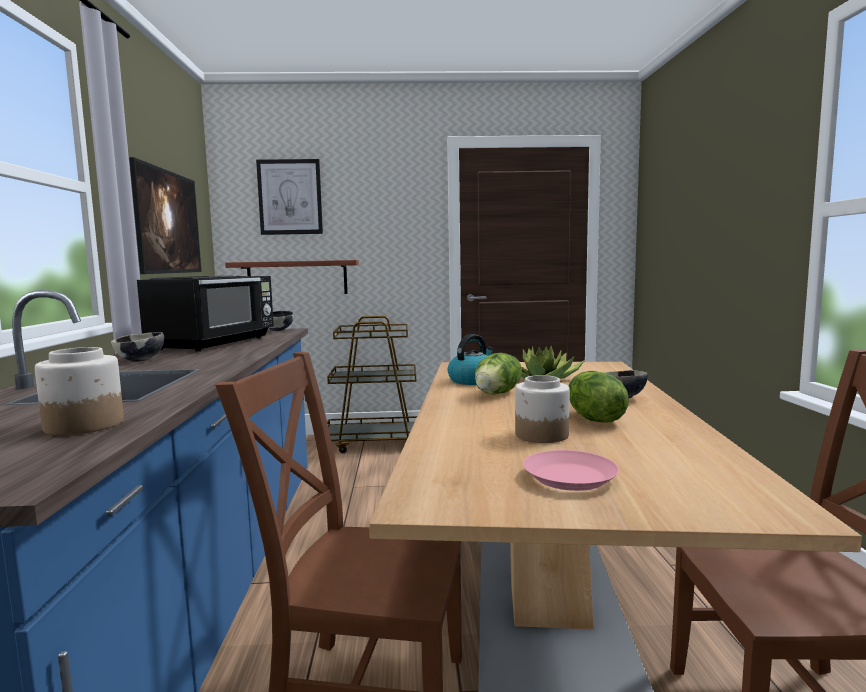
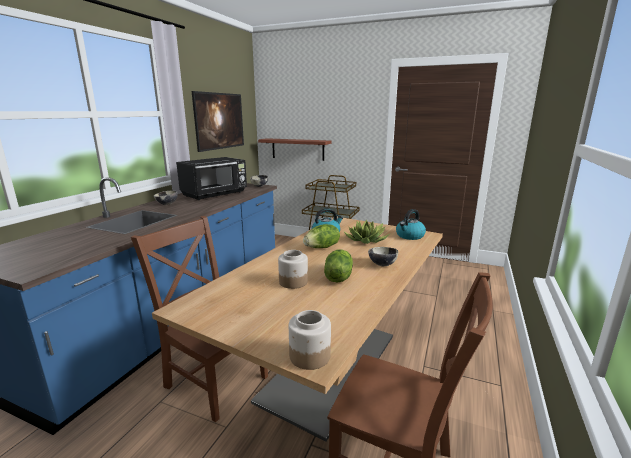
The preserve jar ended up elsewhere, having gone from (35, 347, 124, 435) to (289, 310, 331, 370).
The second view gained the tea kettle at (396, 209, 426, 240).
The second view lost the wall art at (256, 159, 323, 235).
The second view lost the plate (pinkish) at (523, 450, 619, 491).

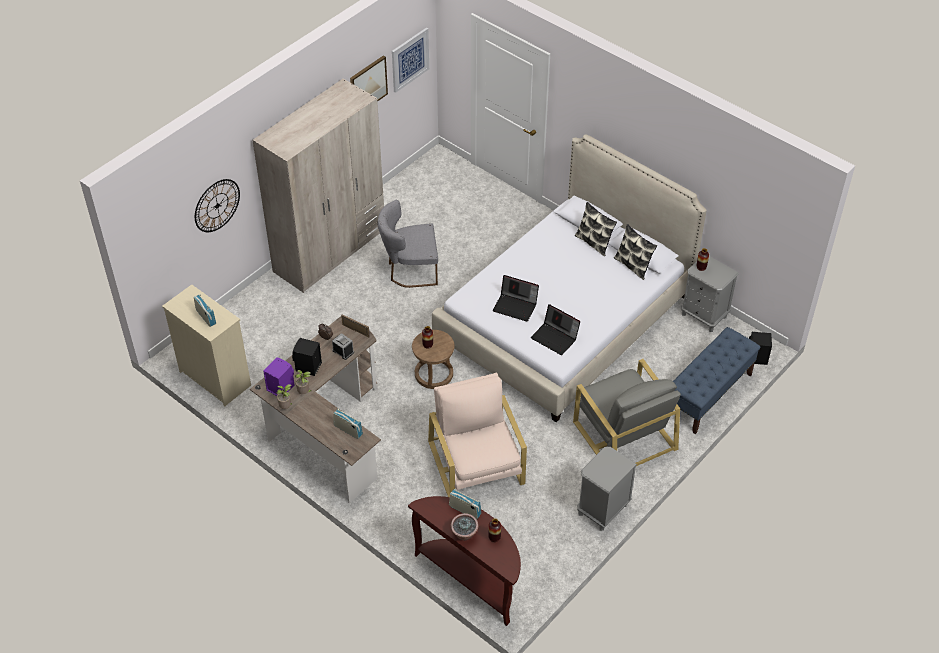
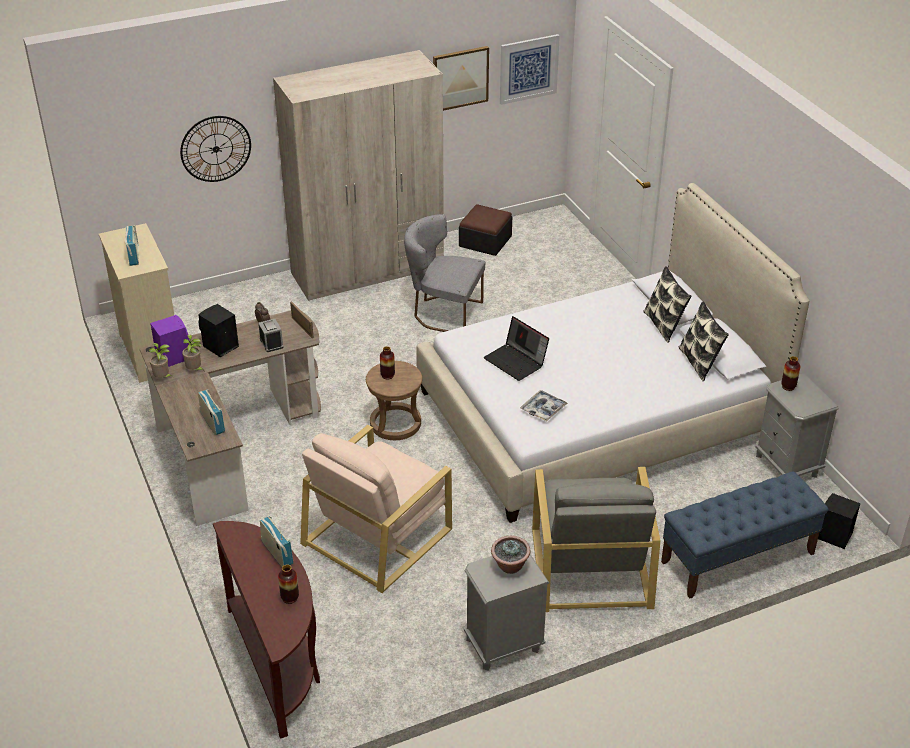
The lounge chair (beige-coloured) at (428, 373, 527, 497) ended up facing another way, 150 degrees counterclockwise from before.
The second view gained the pouffe at (459, 204, 512, 256).
The potted plant ended up elsewhere, having gone from (451, 513, 479, 540) to (491, 536, 530, 574).
Where the portable computer stood at (531, 304, 580, 355), the serving tray came to stand at (520, 390, 568, 421).

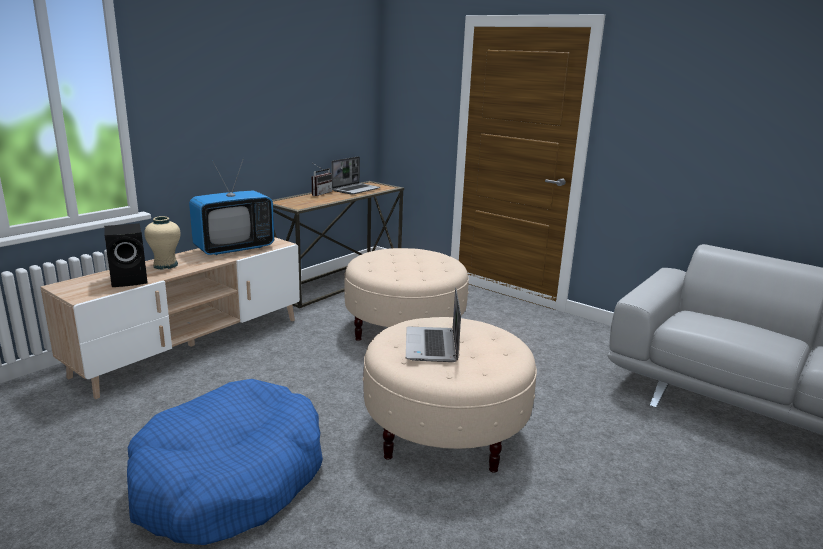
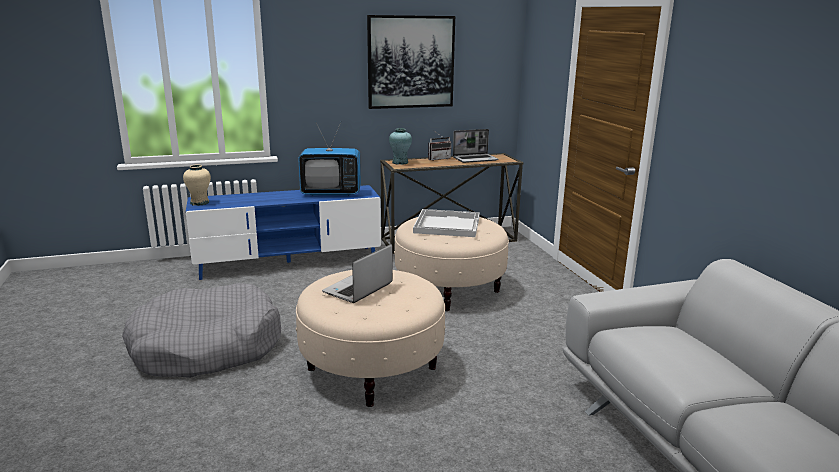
What was the dog bed (bluish) at (127, 379, 323, 545) turned into the dog bed (greyish) at (122, 283, 281, 378).
The flower vase (beige-coloured) ended up elsewhere, having gone from (144, 216, 181, 270) to (183, 164, 211, 206).
What was the media console (beige-coloured) at (40, 237, 300, 399) turned into the media console (bluish) at (186, 185, 381, 280).
The second view gained the wall art at (367, 15, 455, 109).
The second view gained the flower vase (turquoise-coloured) at (389, 128, 412, 165).
The second view gained the serving tray (white-coloured) at (413, 209, 480, 237).
The second view lost the audio speaker (black-coloured) at (104, 223, 148, 287).

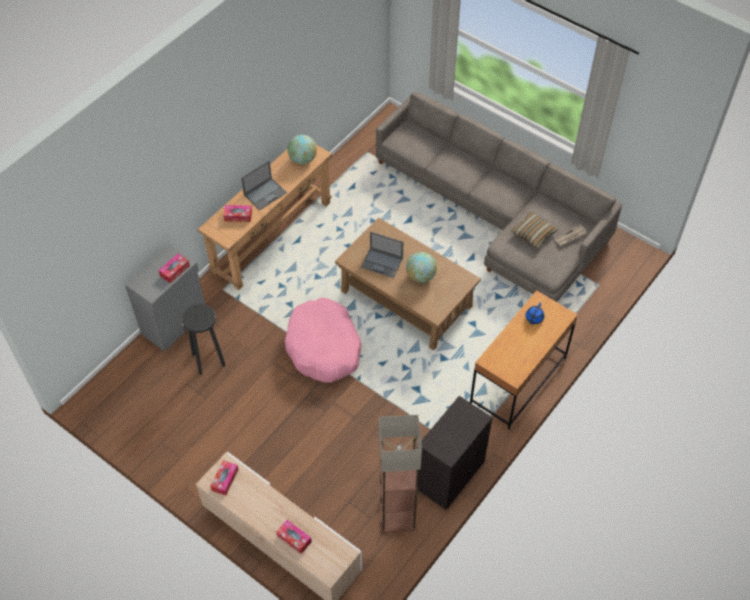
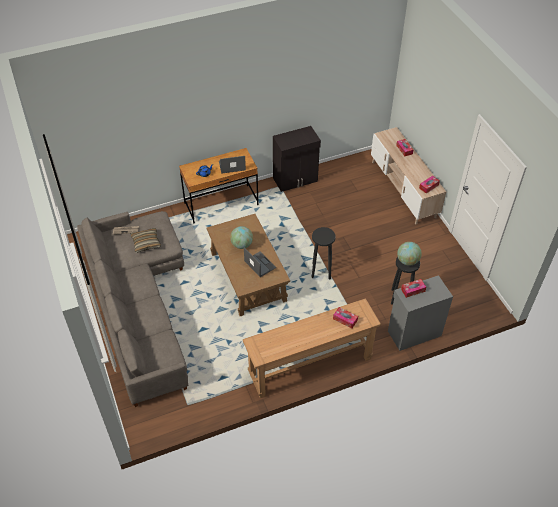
The portable computer ended up elsewhere, having gone from (241, 161, 287, 210) to (219, 156, 246, 174).
Where the dog bed (pinkish) stood at (285, 298, 362, 383), the stool (black-coloured) came to stand at (311, 227, 336, 279).
The globe ended up elsewhere, having gone from (288, 135, 317, 164) to (397, 242, 422, 266).
The second view lost the standard lamp at (379, 415, 422, 533).

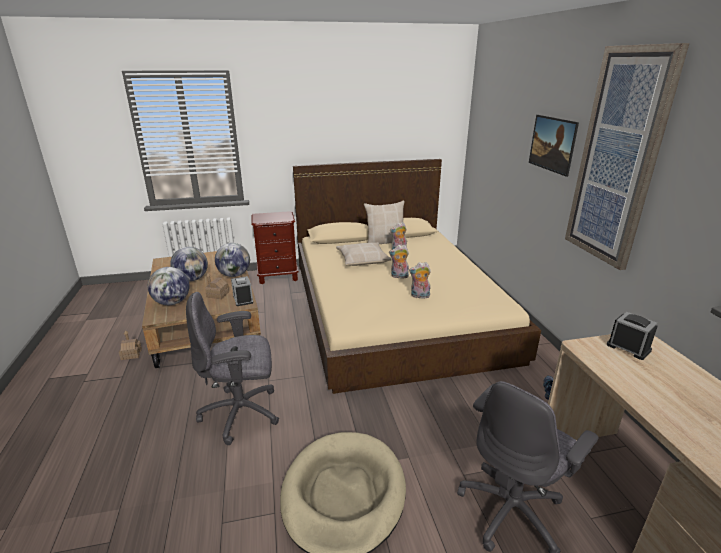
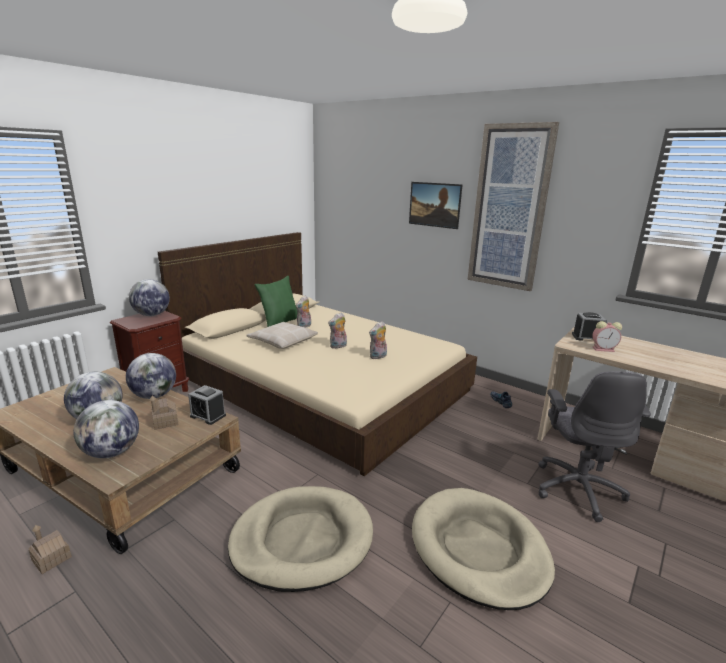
The second view gained the globe at (129, 279, 170, 316).
Where the computer chair (greyish) stood at (186, 292, 279, 445), the dog bed (beige-coloured) came to stand at (228, 486, 373, 592).
What was the cushion (beige-coloured) at (364, 200, 407, 244) turned into the cushion (greenish) at (255, 276, 297, 327).
The second view gained the bedside clock at (592, 321, 622, 352).

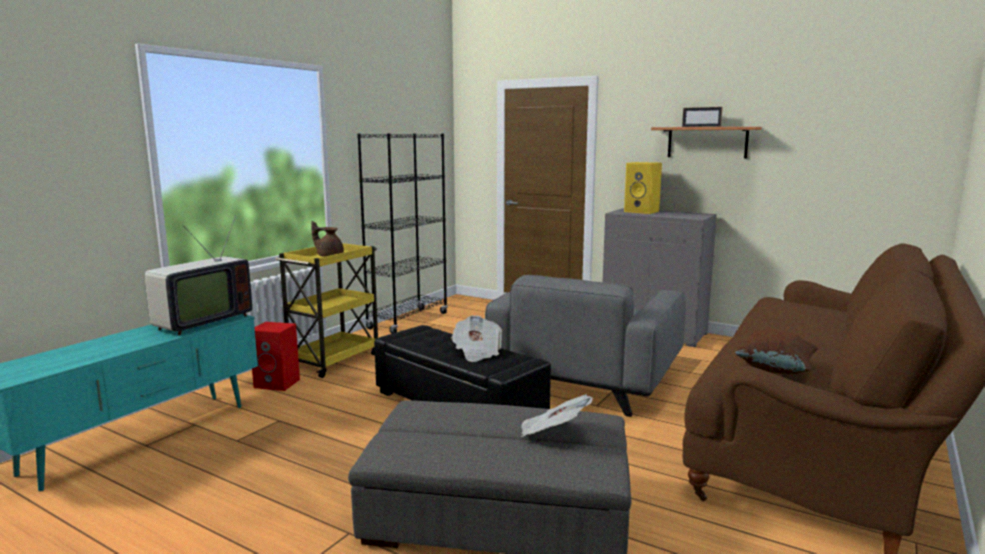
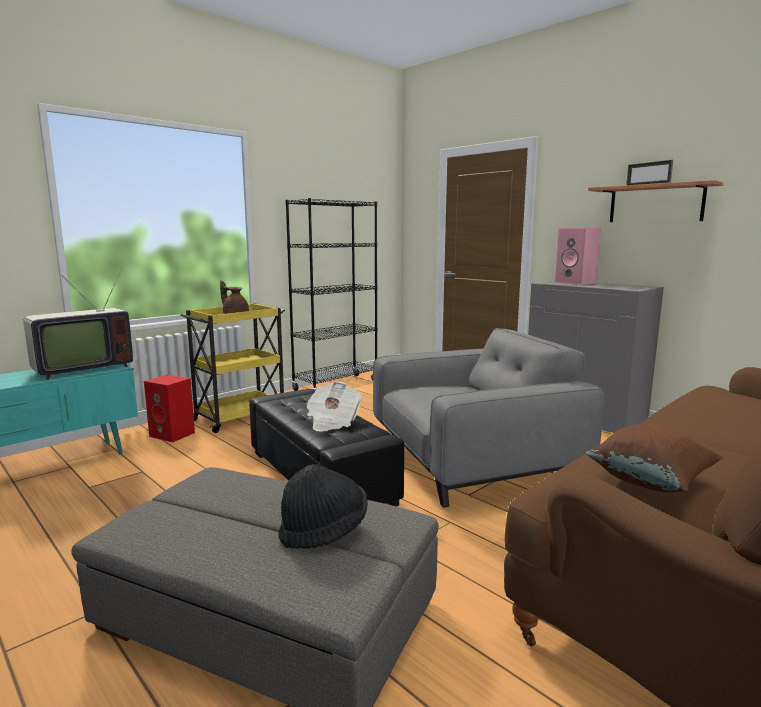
Where the newspaper stood at (521, 394, 593, 437), the hat (black-coloured) came to stand at (278, 464, 367, 549).
The lounge chair (greyish) at (485, 275, 686, 417) ended up facing another way, 150 degrees counterclockwise from before.
What was the audio speaker (yellow-coloured) at (624, 162, 662, 214) turned into the audio speaker (pinkish) at (554, 228, 601, 285).

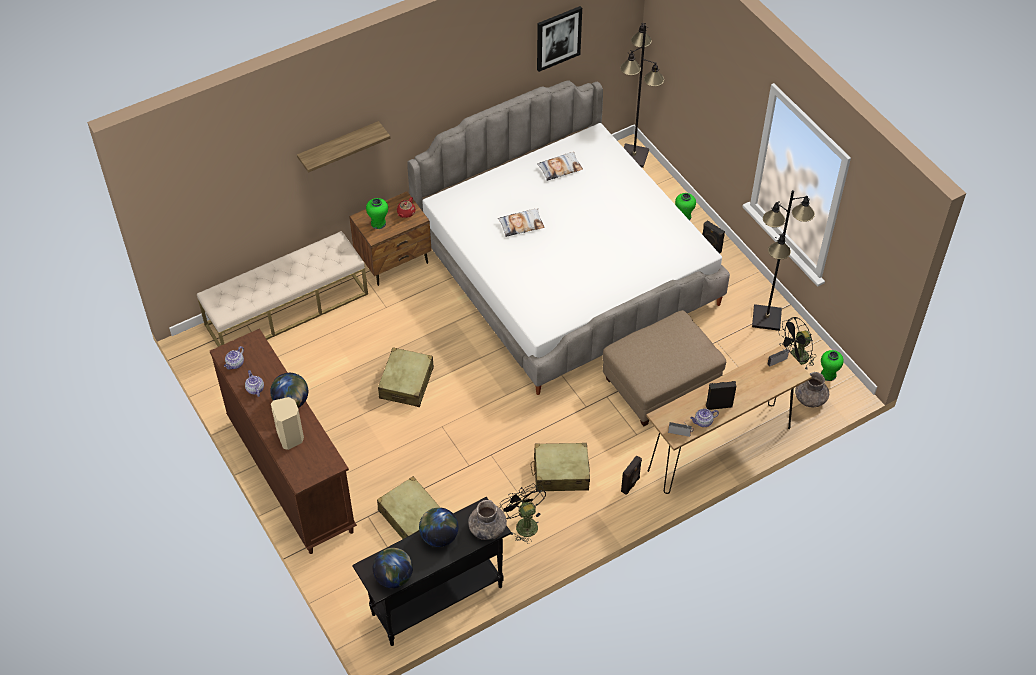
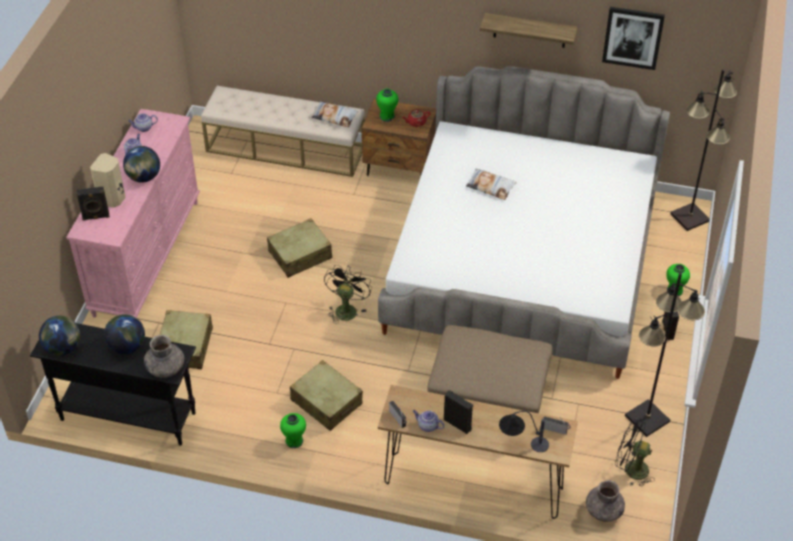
What was the drawer chest (brown) at (210, 329, 357, 554) turned into the drawer chest (pinkish) at (67, 109, 200, 318).
The audio speaker (black-coloured) ended up elsewhere, having gone from (621, 456, 642, 495) to (76, 187, 110, 221).
The flower vase (greenish) ended up elsewhere, having gone from (821, 350, 844, 381) to (280, 413, 306, 448).
The cushion ended up elsewhere, having gone from (537, 152, 583, 181) to (311, 101, 359, 127).
The fan (black-coloured) ended up elsewhere, having gone from (500, 483, 546, 544) to (324, 265, 372, 324).
The shelf ended up elsewhere, having gone from (297, 121, 390, 173) to (480, 13, 577, 48).
The second view gained the tabletop lamp at (499, 411, 549, 452).

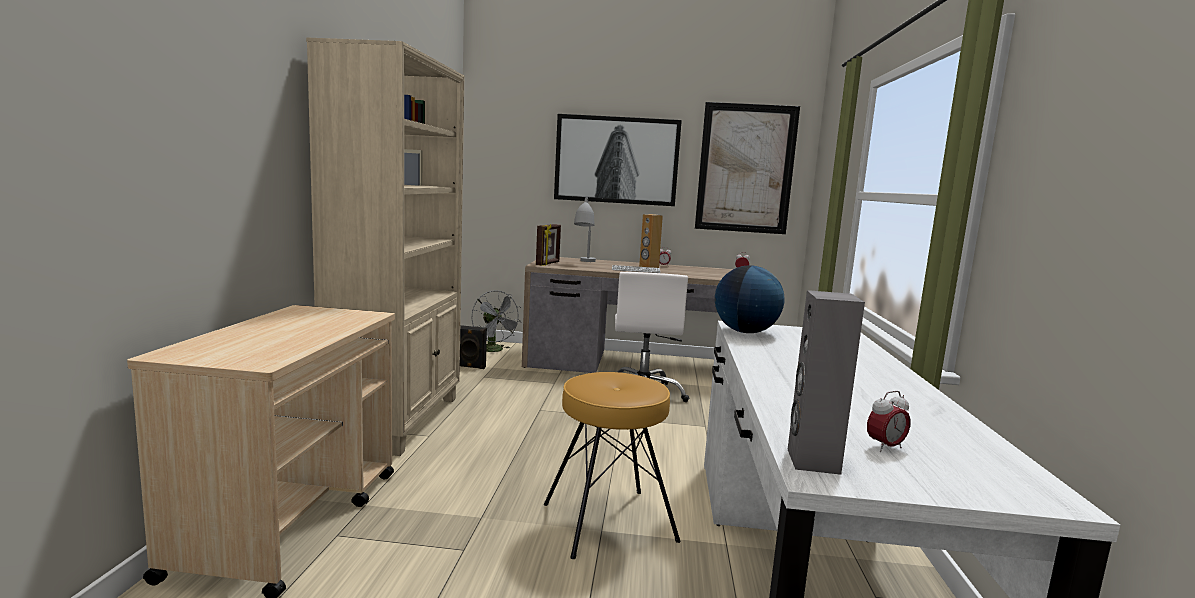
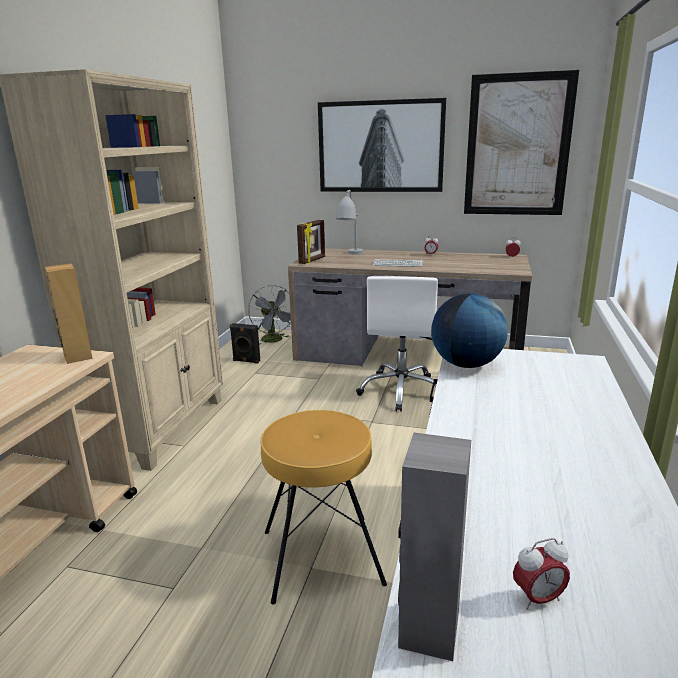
The audio speaker (brown) ended up elsewhere, having gone from (639, 214, 663, 268) to (45, 264, 93, 364).

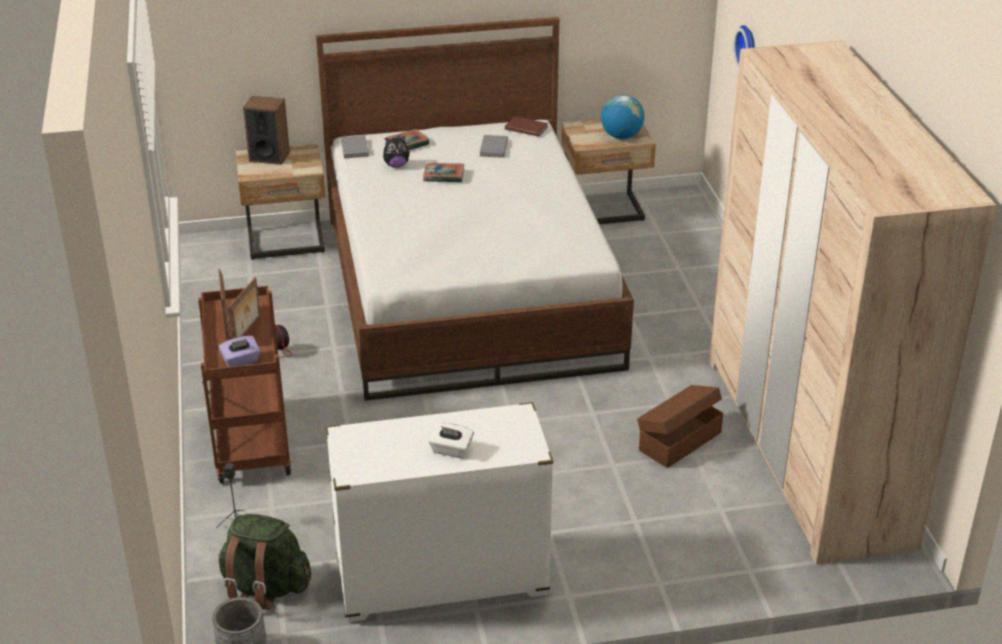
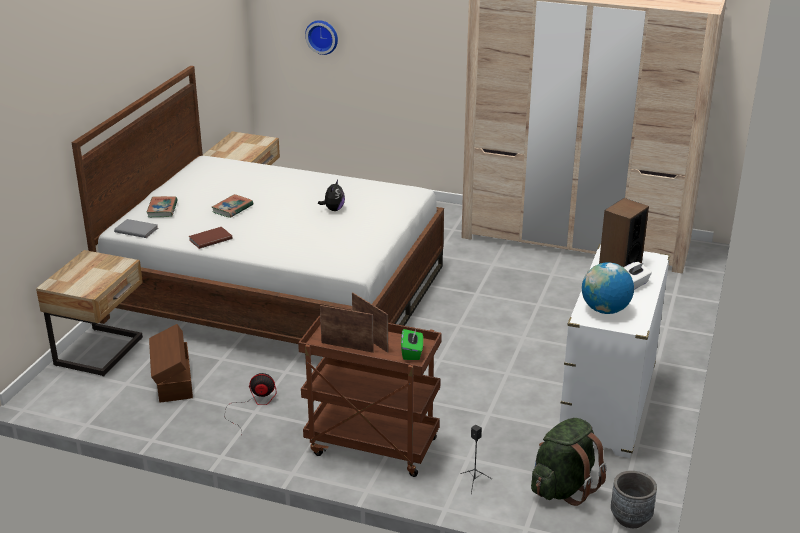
The storage container (brown) ended up elsewhere, having gone from (637, 385, 723, 468) to (149, 324, 193, 402).
The book (brown) ended up elsewhere, having gone from (505, 116, 548, 137) to (189, 227, 233, 249).
The cuddly toy ended up elsewhere, having gone from (383, 136, 410, 168) to (318, 180, 345, 211).
What was the tissue holder (purple-coloured) at (219, 336, 260, 367) turned into the tissue holder (greenish) at (401, 329, 423, 360).
The globe ended up elsewhere, having gone from (601, 95, 644, 139) to (582, 262, 634, 314).
The audio speaker ended up elsewhere, having gone from (243, 96, 290, 165) to (599, 198, 649, 267).
The second view lost the book (greyish) at (479, 135, 508, 158).

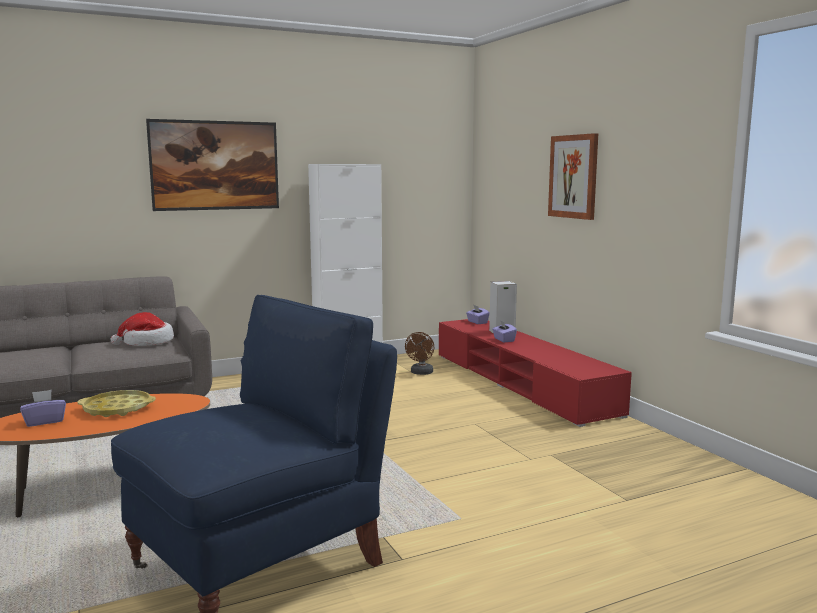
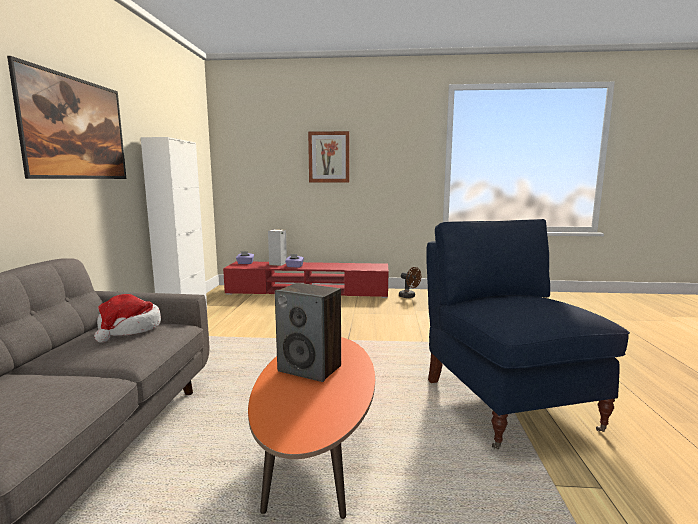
Where the serving tray (yellow-coloured) stood at (77, 390, 156, 417), the audio speaker came to stand at (275, 283, 341, 382).
The fan (brown) ended up elsewhere, having gone from (405, 332, 434, 375) to (399, 267, 421, 298).
The second view lost the tissue holder (purple-coloured) at (20, 390, 66, 427).

